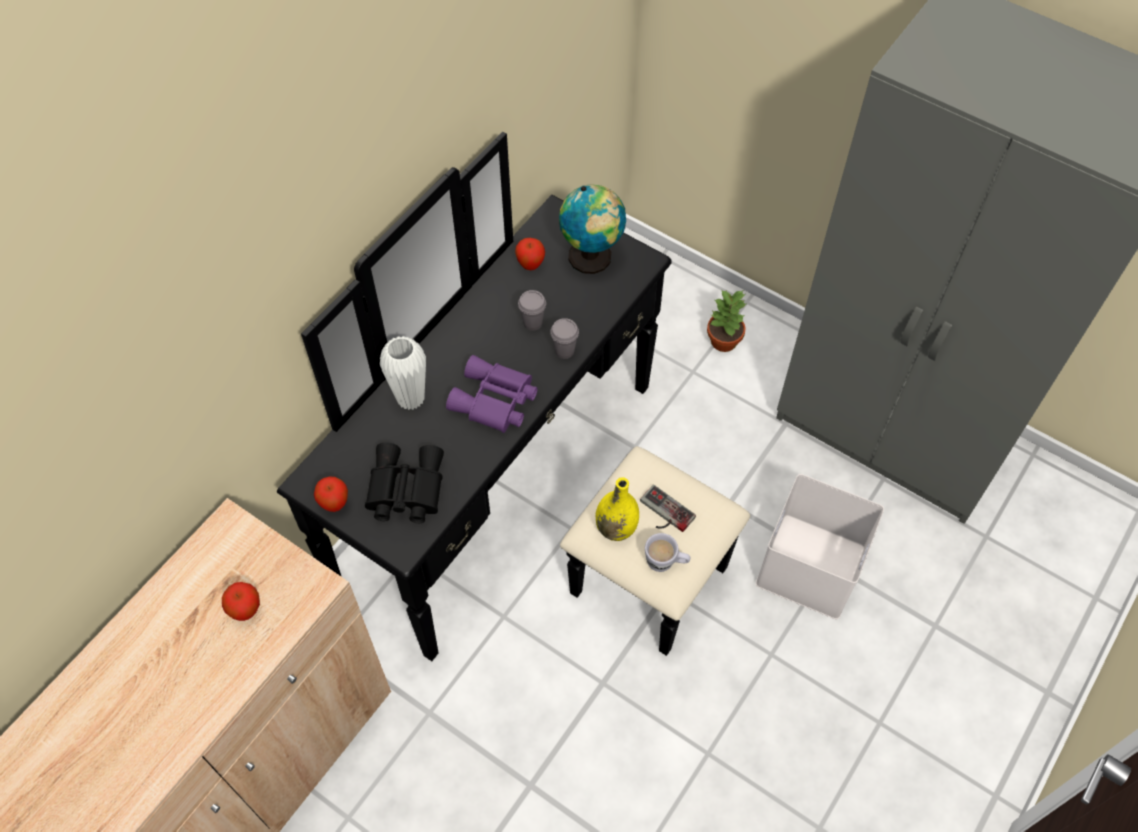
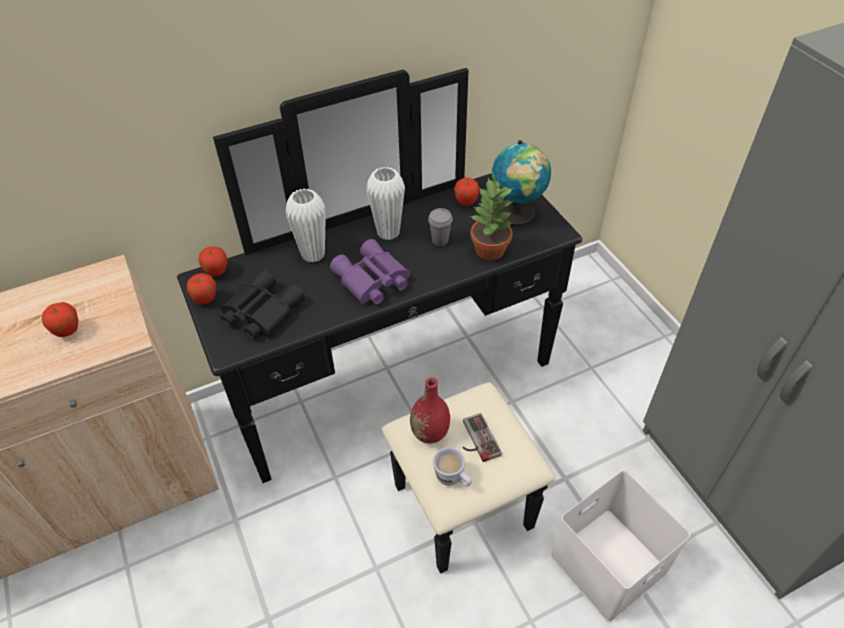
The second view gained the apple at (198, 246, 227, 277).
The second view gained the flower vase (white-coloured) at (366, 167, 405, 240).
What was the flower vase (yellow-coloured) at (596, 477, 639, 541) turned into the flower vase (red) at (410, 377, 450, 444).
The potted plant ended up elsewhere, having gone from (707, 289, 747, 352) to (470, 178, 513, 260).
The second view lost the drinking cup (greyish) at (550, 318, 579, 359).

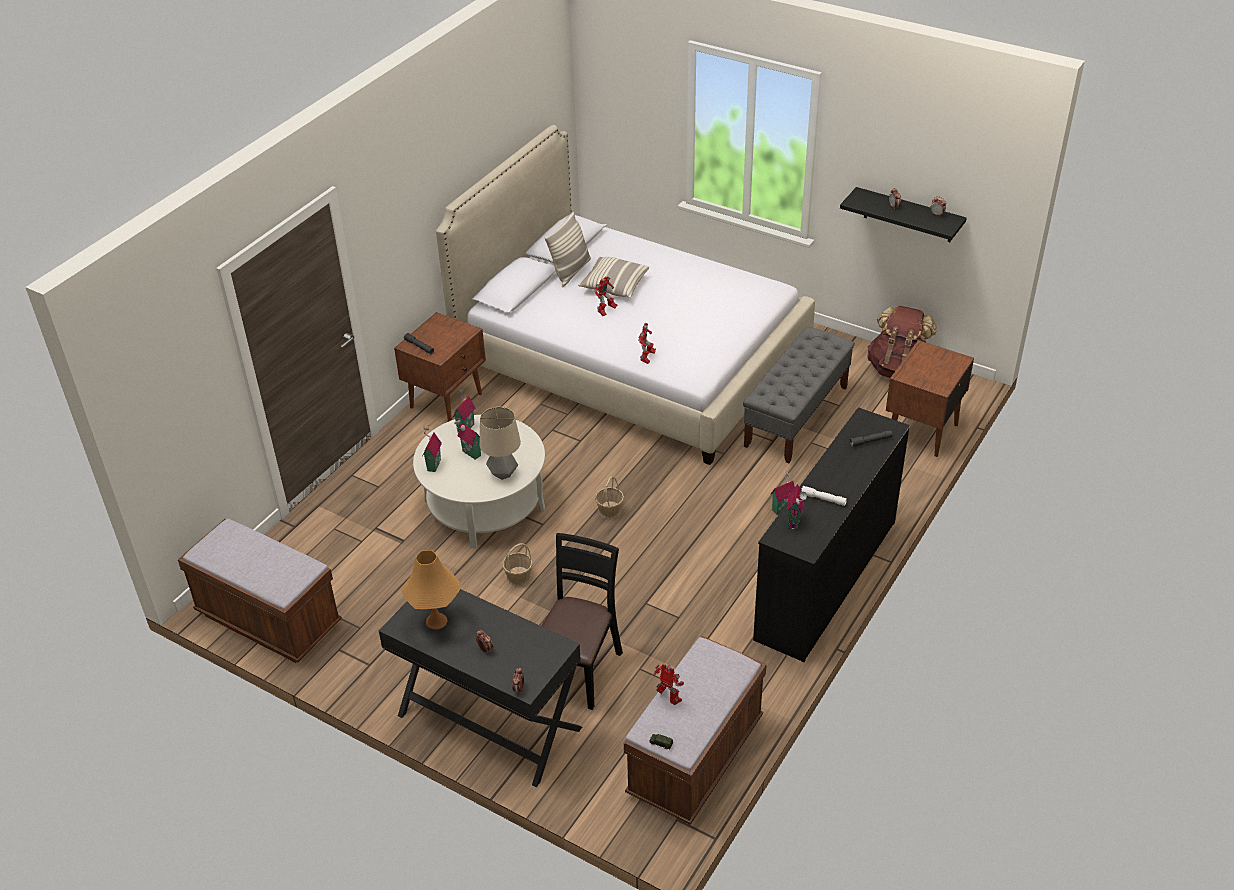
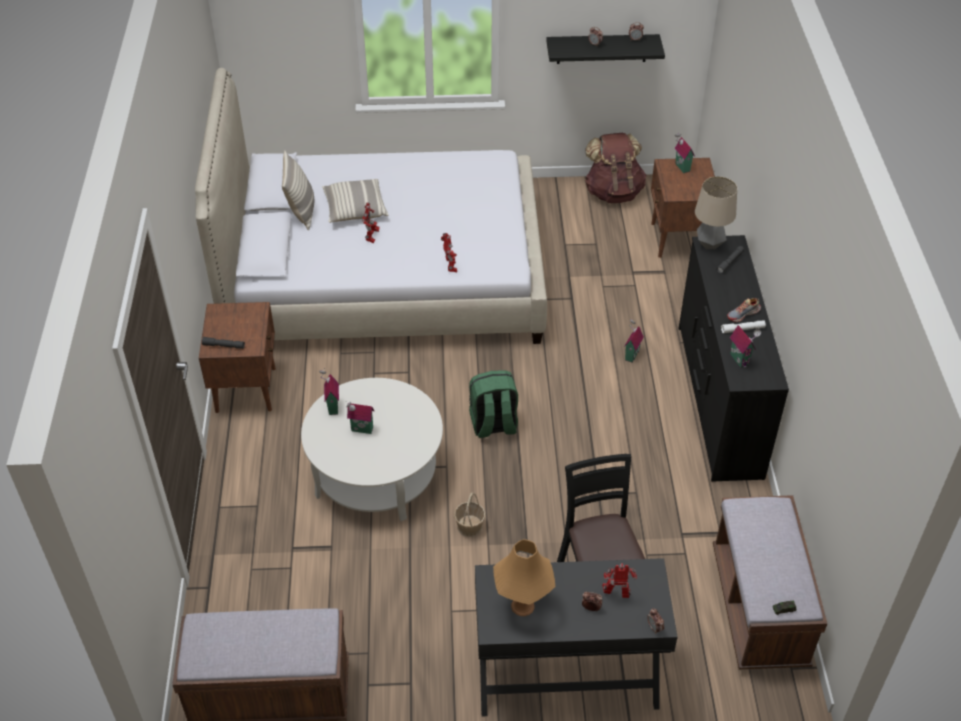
Where the storage basket stood at (595, 476, 624, 519), the knapsack (greenish) came to stand at (469, 370, 518, 438).
The model robot ended up elsewhere, having gone from (653, 664, 684, 705) to (602, 563, 637, 598).
The toy house ended up elsewhere, having gone from (422, 425, 442, 472) to (675, 132, 695, 173).
The tabletop lamp ended up elsewhere, having gone from (479, 407, 521, 480) to (695, 176, 737, 249).
The second view gained the low shoe at (727, 298, 761, 322).
The second view lost the bench (greyish) at (743, 327, 855, 463).

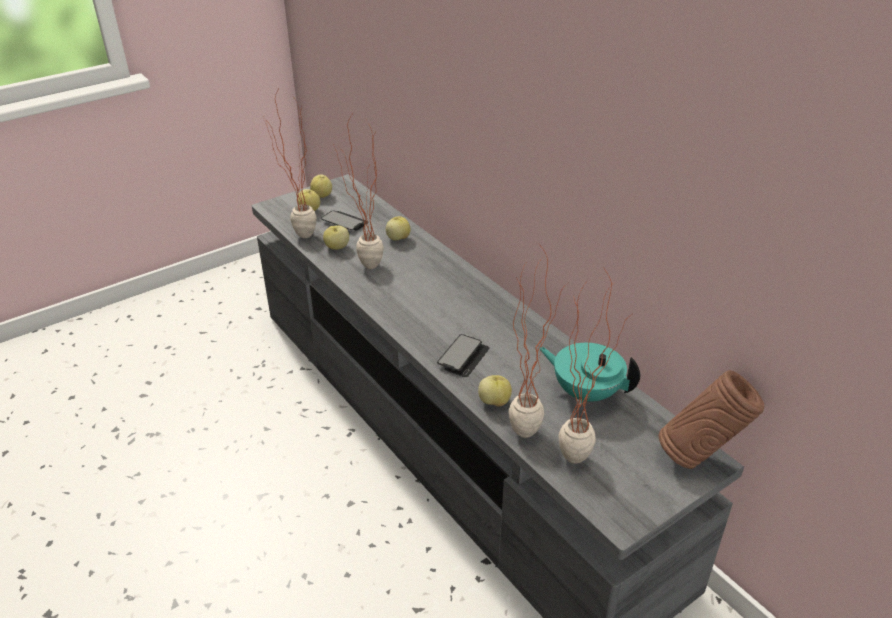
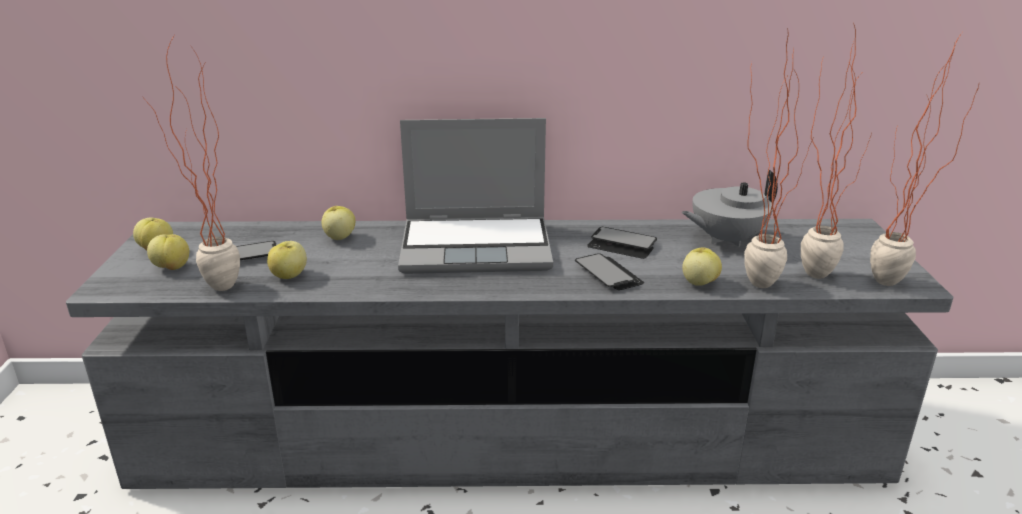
The second view gained the portable computer at (398, 118, 553, 274).
The second view gained the handset at (587, 227, 657, 259).
What was the teapot (turquoise-coloured) at (539, 343, 640, 403) turned into the teapot (greyish) at (681, 170, 778, 247).
The potted plant ended up elsewhere, having gone from (333, 112, 384, 269) to (870, 33, 979, 286).
The second view lost the flower vase (brown) at (658, 370, 764, 469).

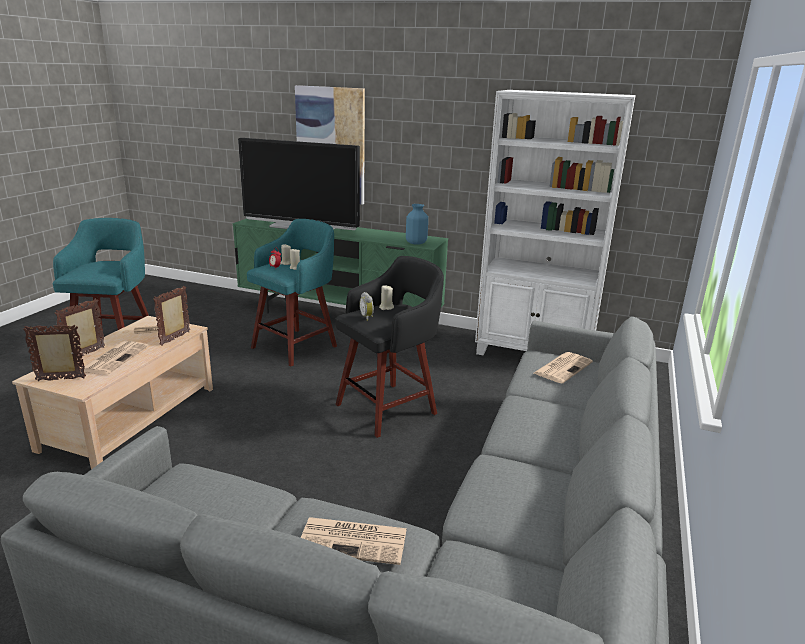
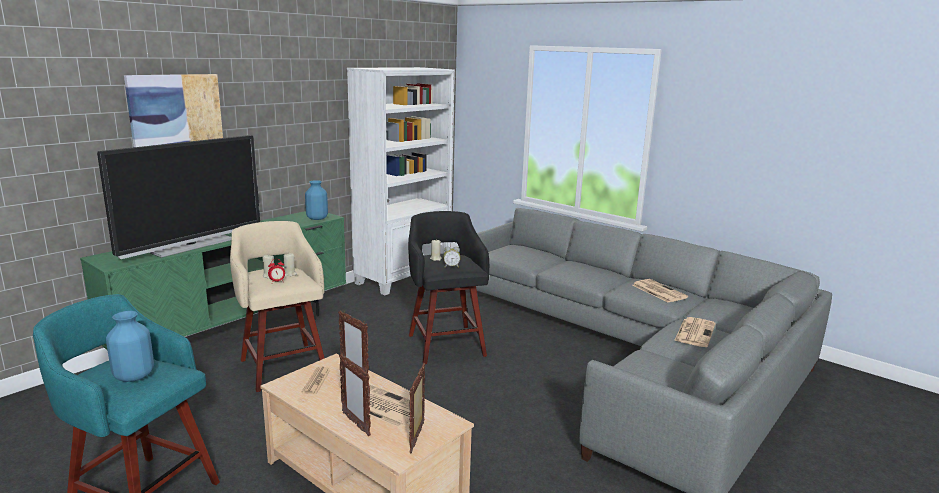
The second view gained the flower vase (bluish) at (106, 311, 154, 382).
What was the stool (turquoise-coloured) at (247, 219, 337, 367) turned into the stool (beige-coloured) at (230, 221, 324, 392).
The newspaper ended up elsewhere, having gone from (534, 352, 593, 383) to (632, 279, 688, 303).

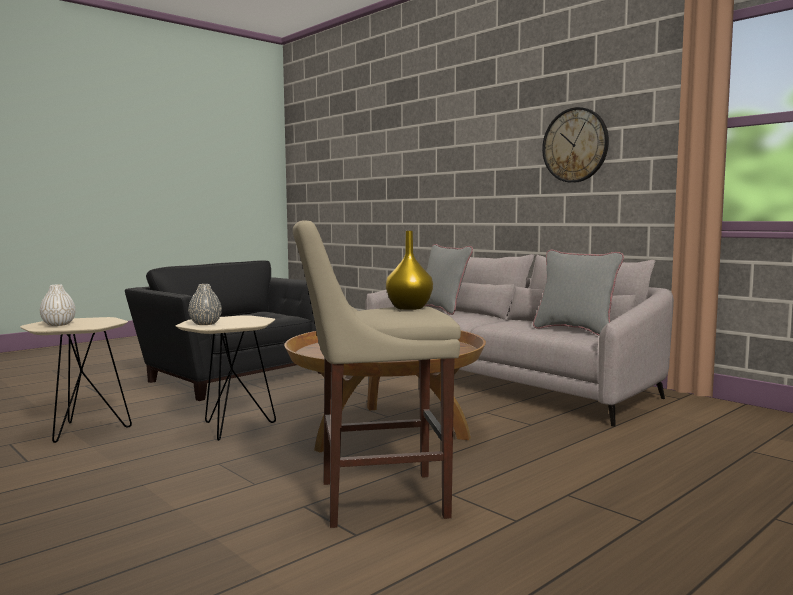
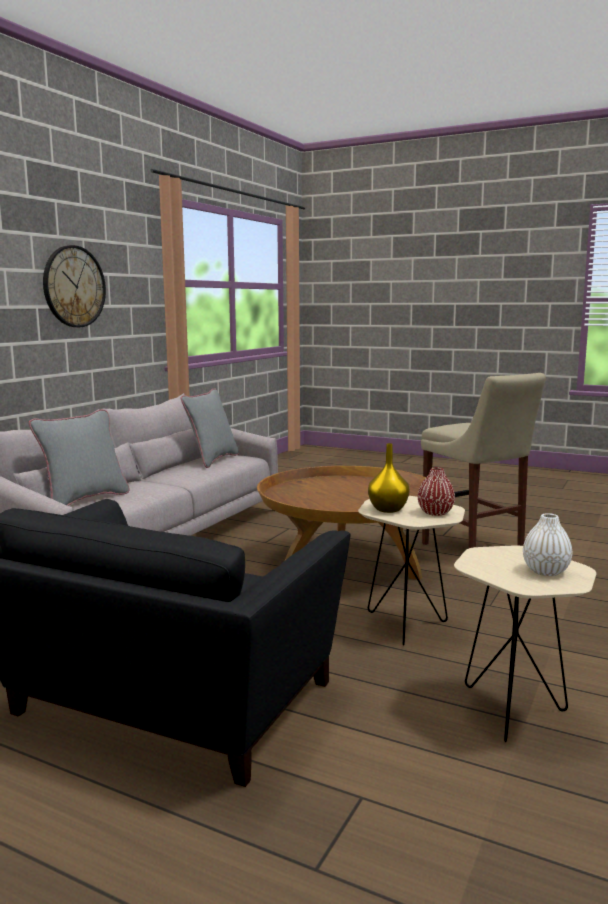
The flower vase (yellow-coloured) ended up elsewhere, having gone from (386, 231, 433, 310) to (368, 443, 410, 513).
What was the flower vase (greyish) at (188, 284, 222, 325) turned into the flower vase (red) at (418, 467, 455, 516).

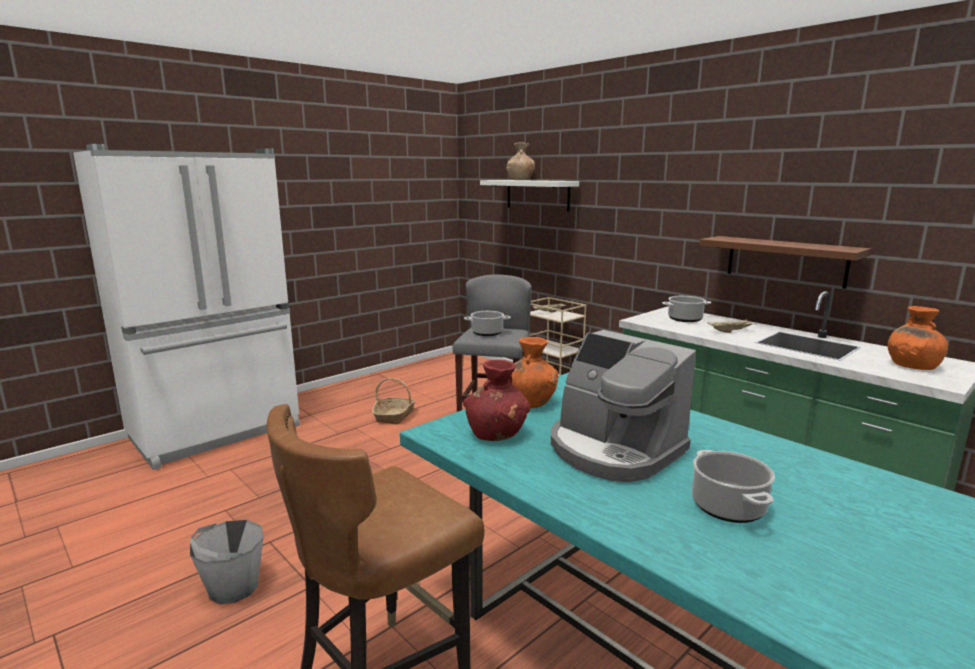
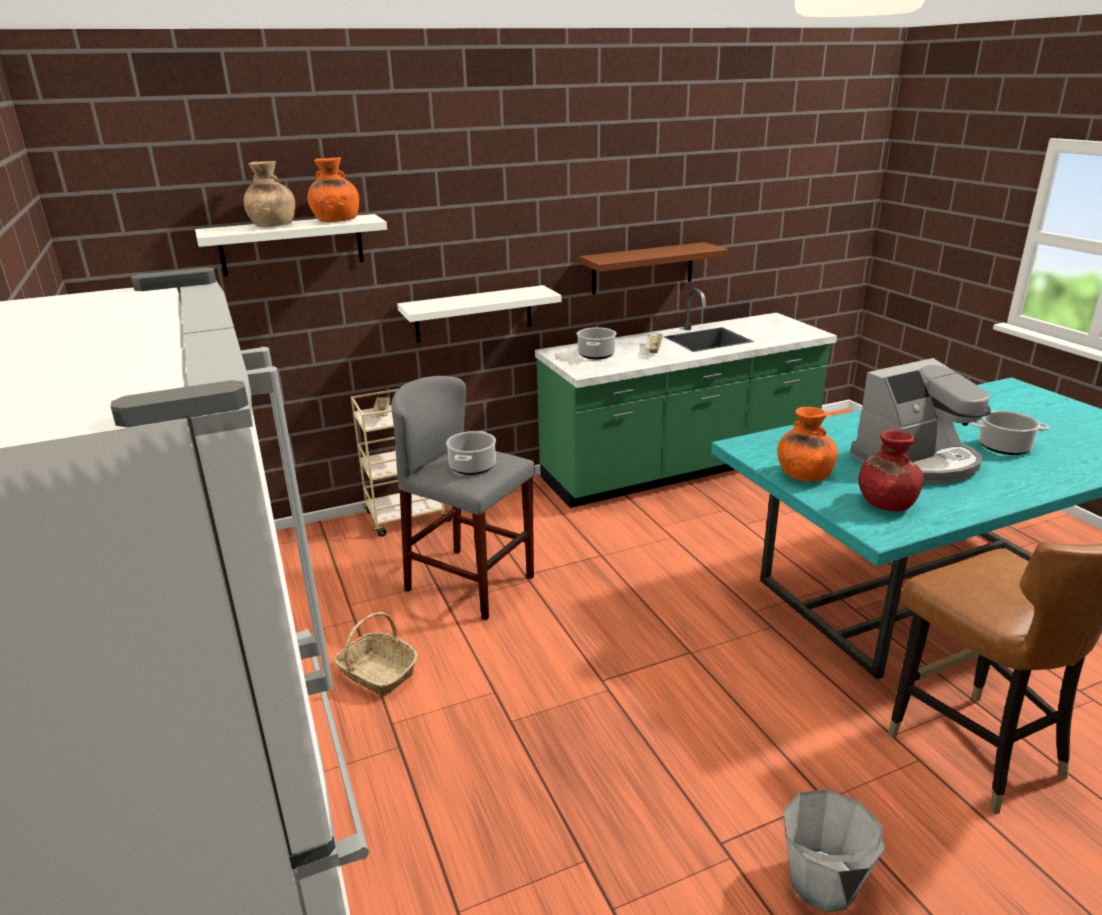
The flower vase (orangey) ended up elsewhere, having gone from (888, 306, 948, 370) to (308, 157, 359, 222).
The second view gained the shelf (white-coloured) at (397, 285, 562, 343).

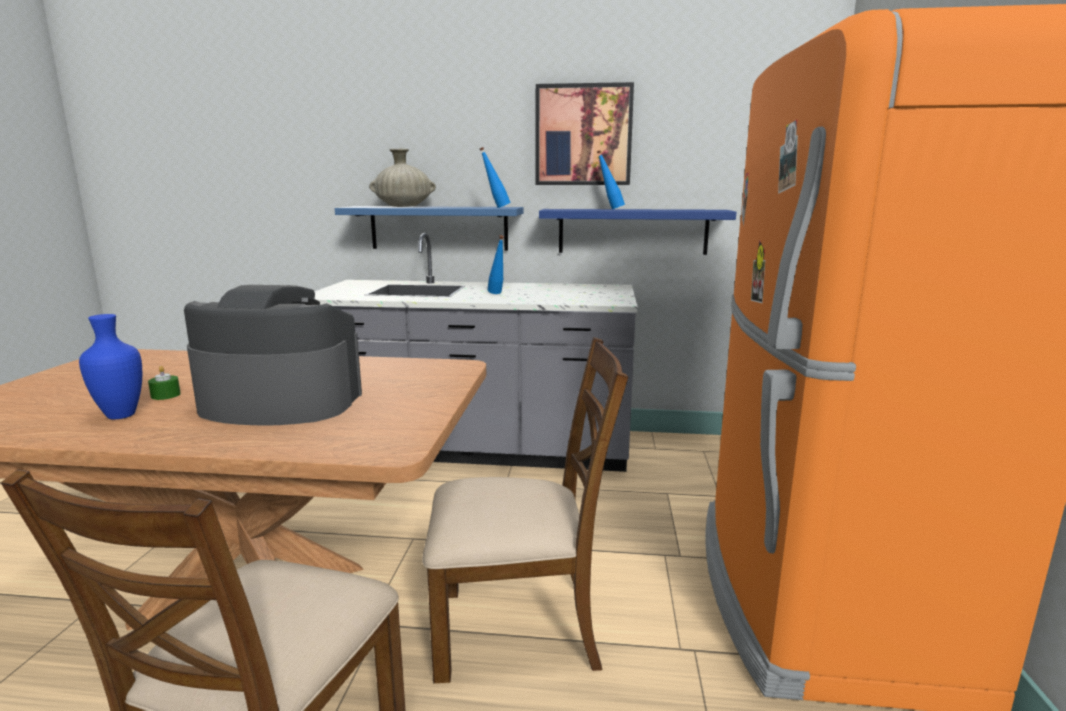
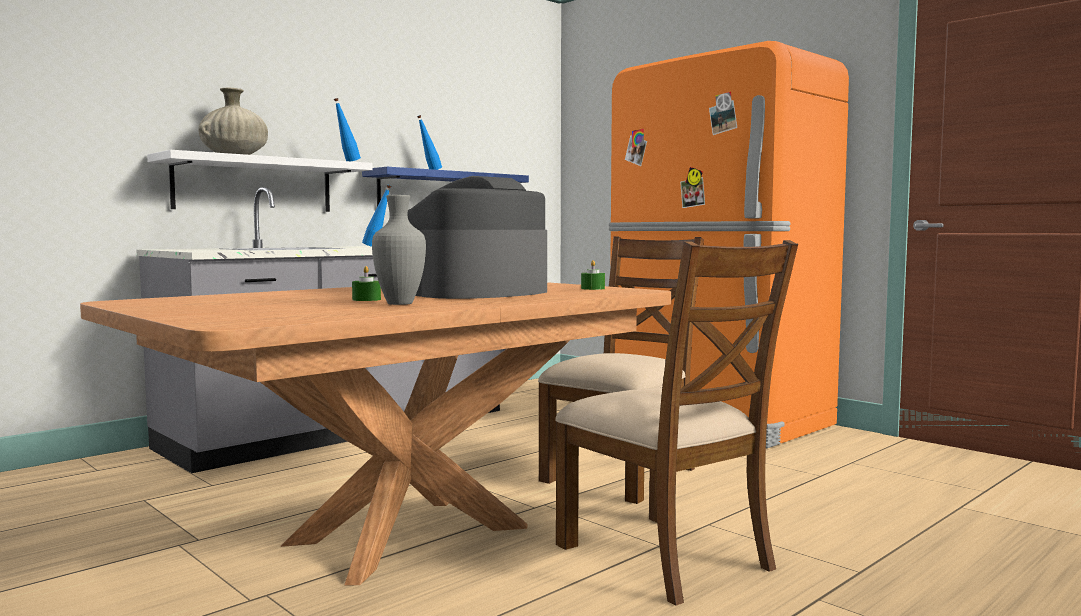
What was the shelf (bluish) at (335, 206, 524, 250) turned into the shelf (white-coloured) at (147, 150, 373, 212).
What was the flower vase (bluish) at (79, 314, 142, 419) turned into the flower vase (greyish) at (372, 195, 426, 305).
The second view gained the candle (greenish) at (581, 260, 605, 290).
The second view lost the wall art at (535, 82, 634, 185).

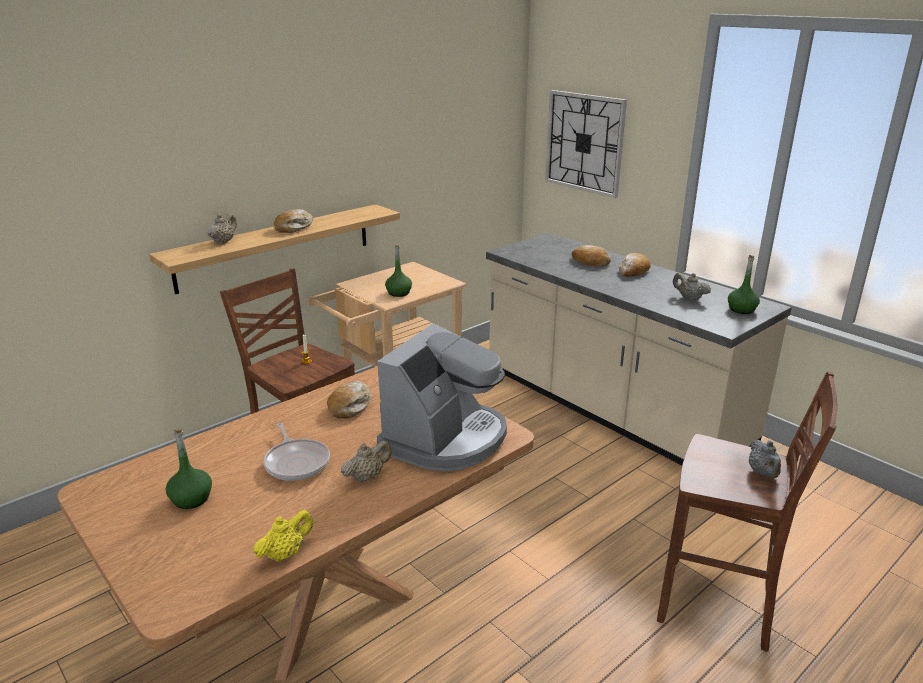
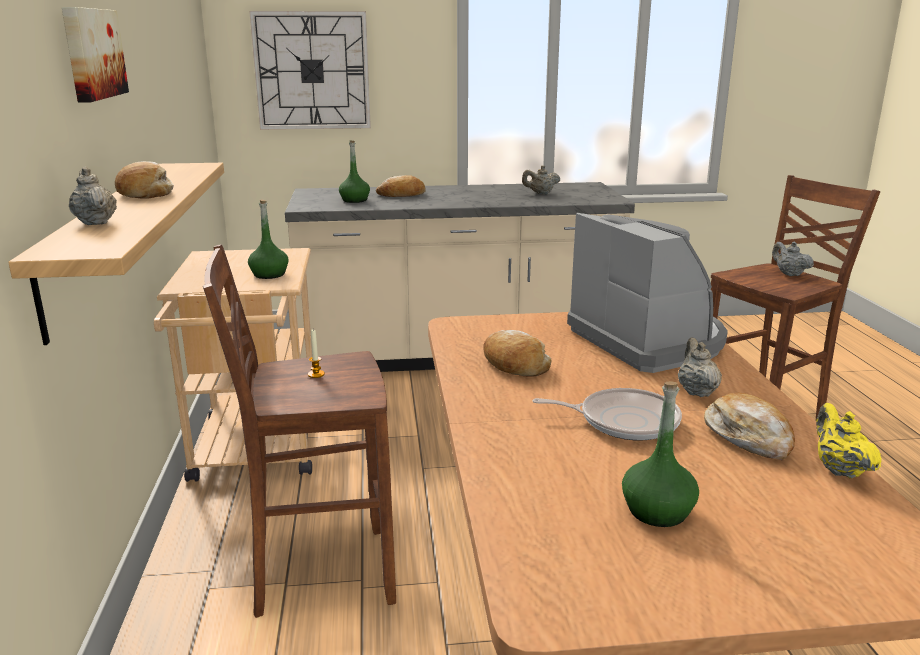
The second view gained the wall art at (62, 7, 129, 103).
The beverage bottle (greenish) ended up elsewhere, having gone from (728, 255, 760, 314) to (339, 140, 370, 203).
The bakery bread ended up elsewhere, having gone from (619, 253, 651, 277) to (704, 392, 795, 460).
The teapot (greyish) at (749, 440, 781, 478) ended up facing another way, 150 degrees counterclockwise from before.

